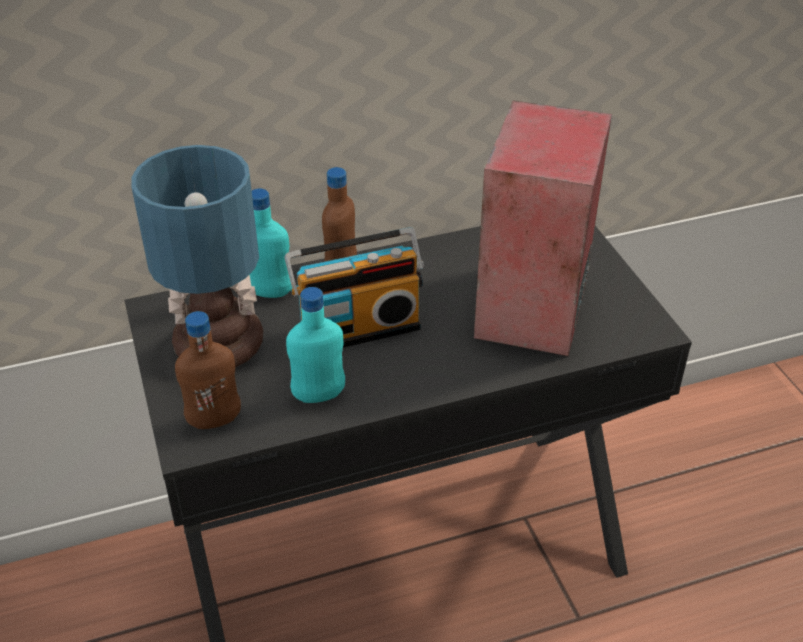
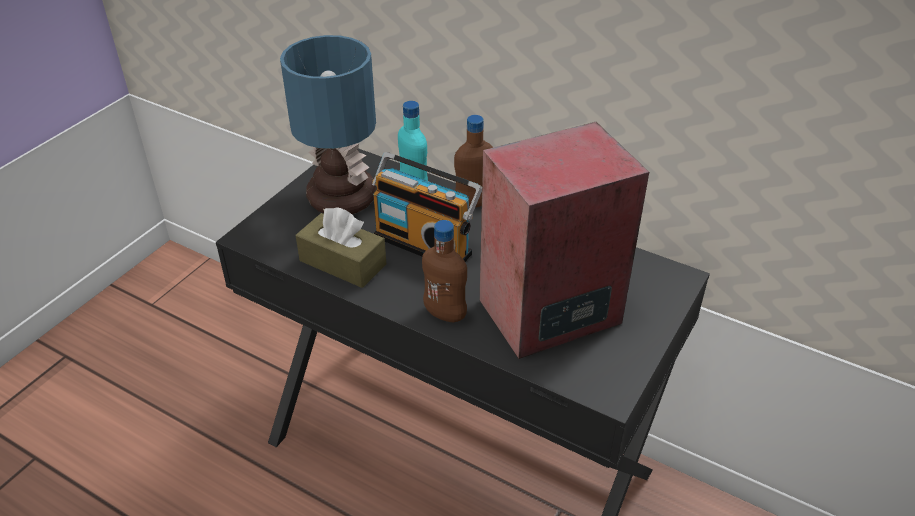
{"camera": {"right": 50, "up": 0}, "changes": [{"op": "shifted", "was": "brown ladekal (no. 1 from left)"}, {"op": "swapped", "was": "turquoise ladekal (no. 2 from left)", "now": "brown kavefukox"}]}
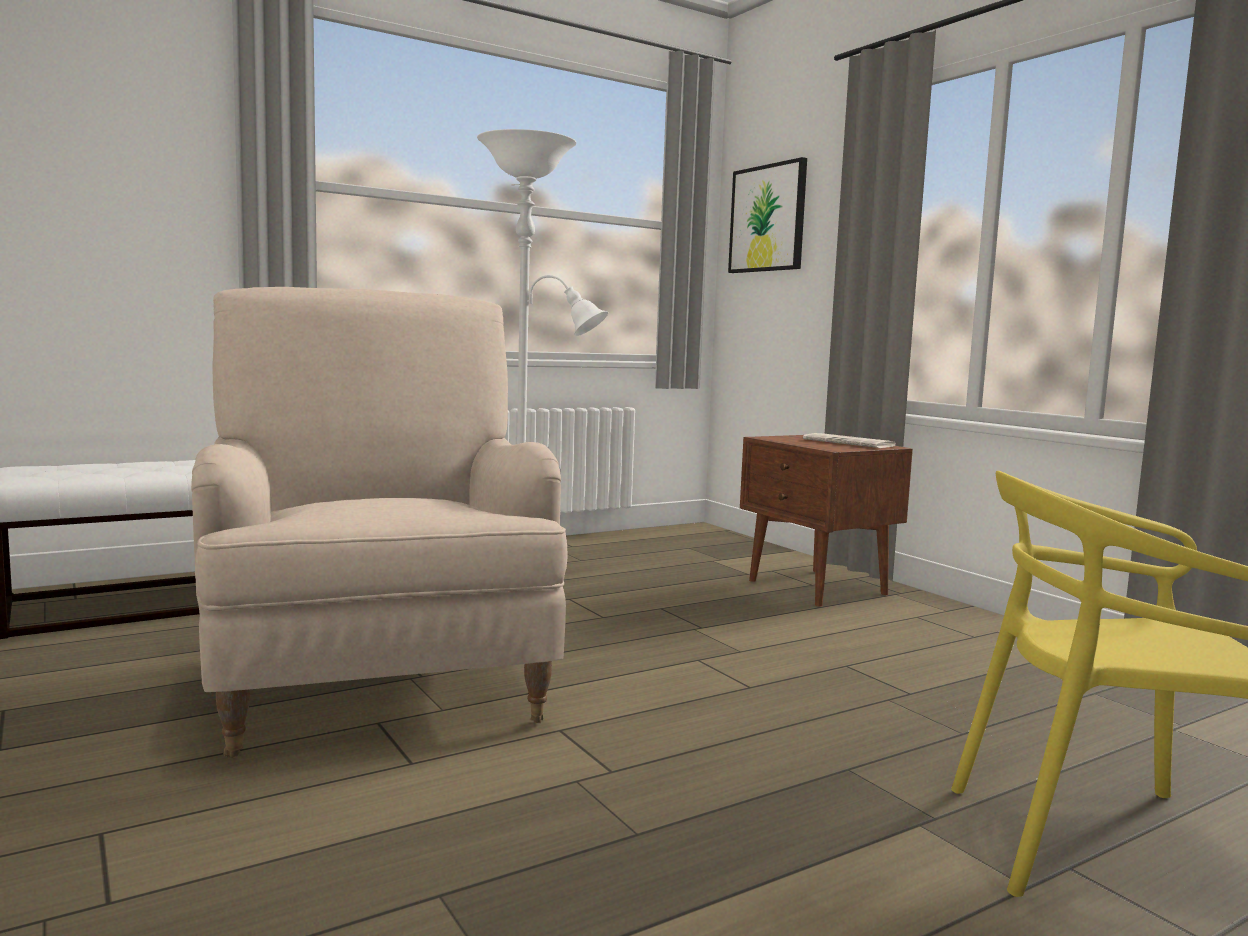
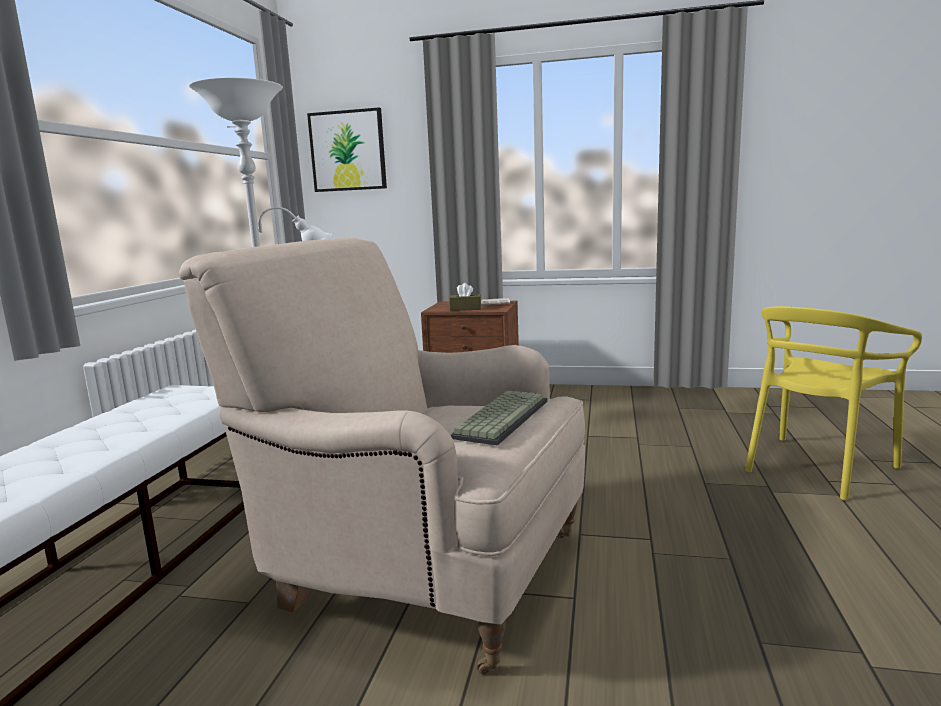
{"camera": {"right": -45, "up": 5}, "changes": [{"op": "new", "now": "brown kavefukox"}, {"op": "new", "now": "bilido"}]}
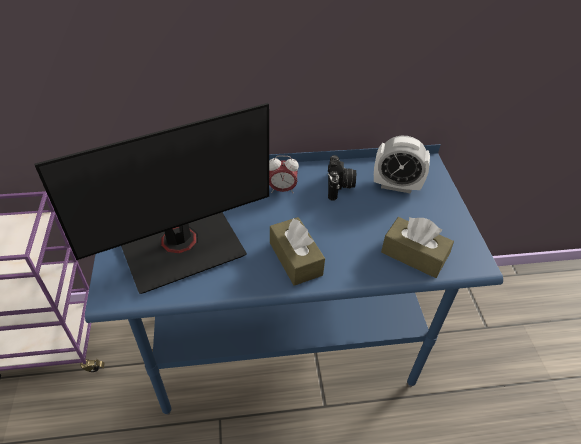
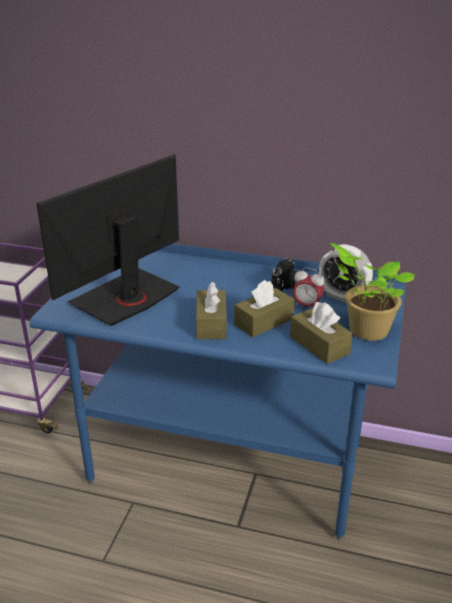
{"camera": {"right": 25, "up": -15}, "changes": [{"op": "new", "now": "brown kavefukox (no. 2 from left)"}, {"op": "new", "now": "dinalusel"}, {"op": "shifted", "was": "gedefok (no. 1 from left)"}, {"op": "rotated", "was": "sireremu", "clockwise": 135}]}
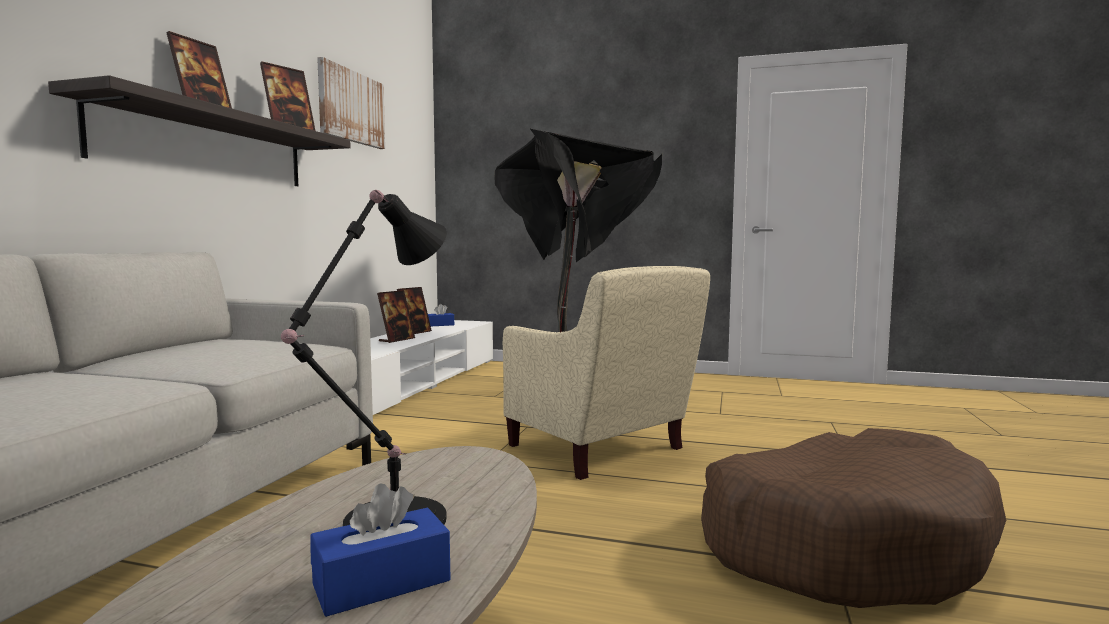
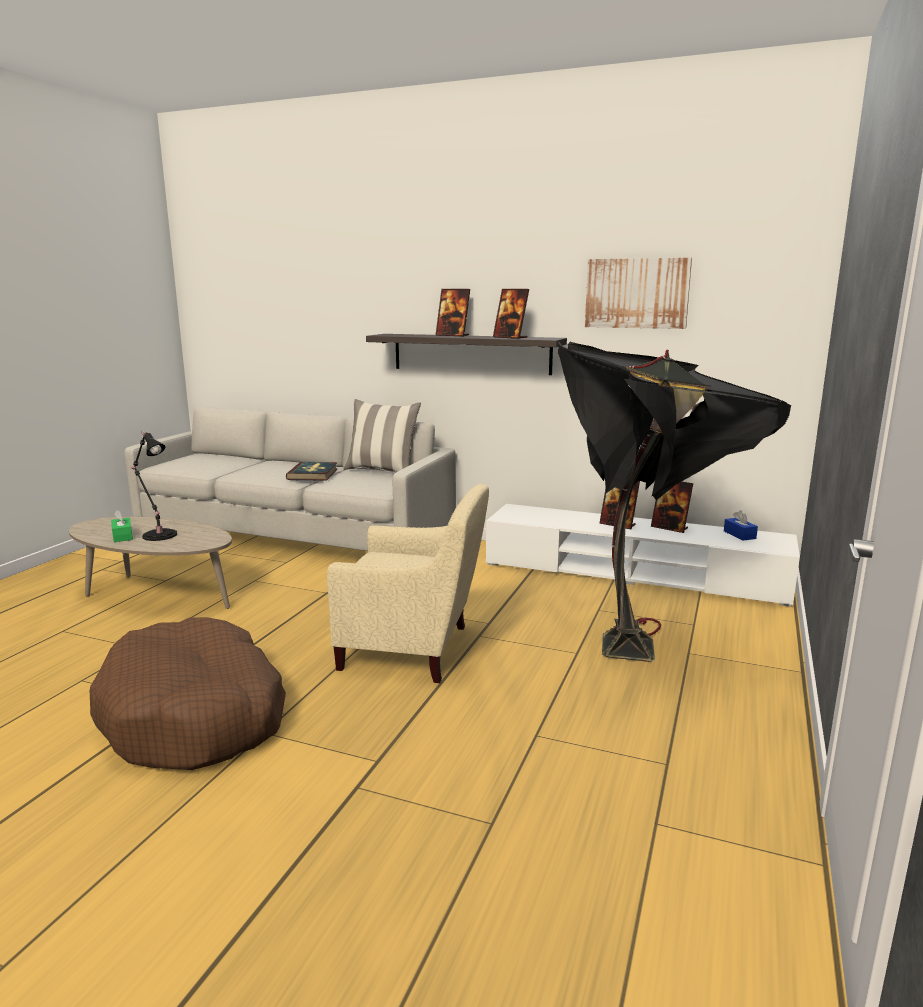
{"camera": {"right": 95, "up": 10}, "changes": [{"op": "new", "now": "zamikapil"}, {"op": "new", "now": "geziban"}, {"op": "repainted", "was": "blue kavefukox (no. 1 from left)", "now": "green kavefukox"}, {"op": "rotated", "was": "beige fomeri", "clockwise": -135}]}
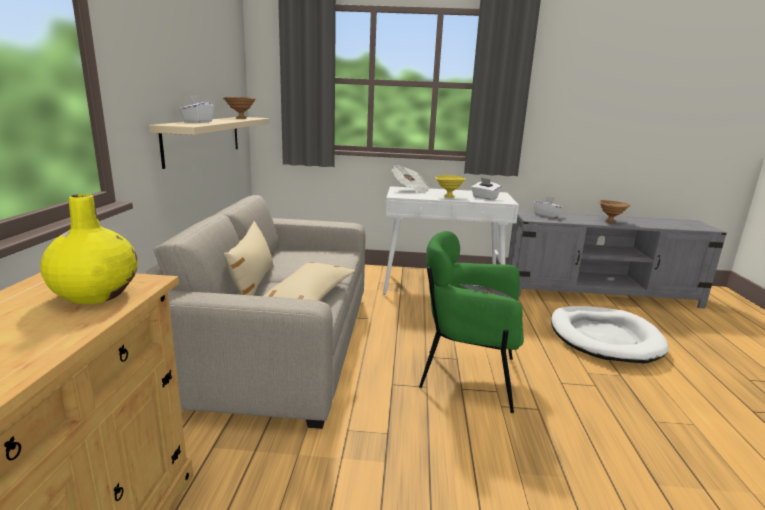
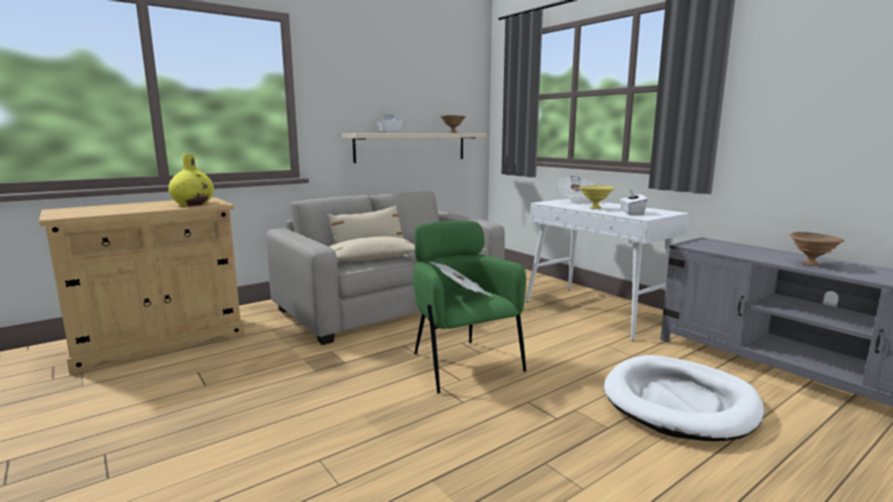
{"camera": {"right": 50, "up": -5}, "changes": [{"op": "gone", "was": "white kavefukox (no. 3 from left)"}]}
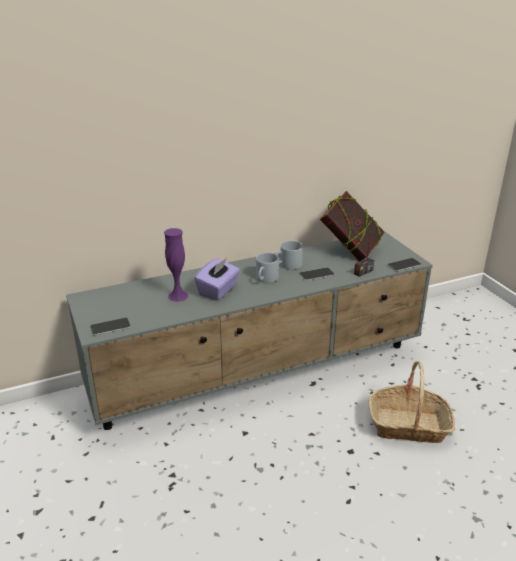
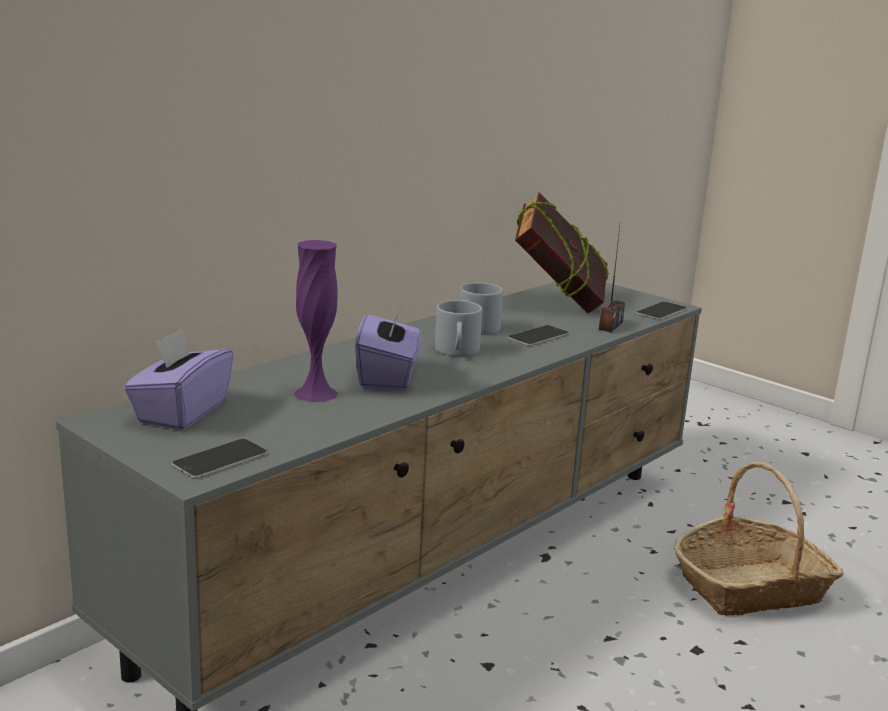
{"camera": {"right": -25, "up": -10}, "changes": [{"op": "new", "now": "purple kavefukox (no. 1 from left)"}]}
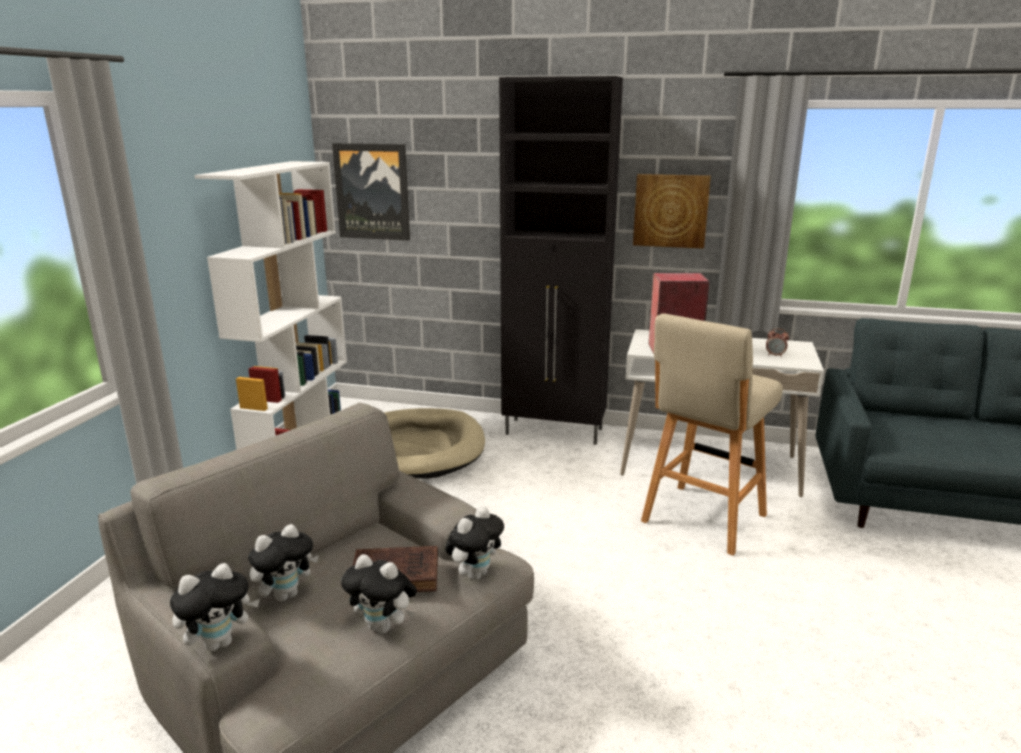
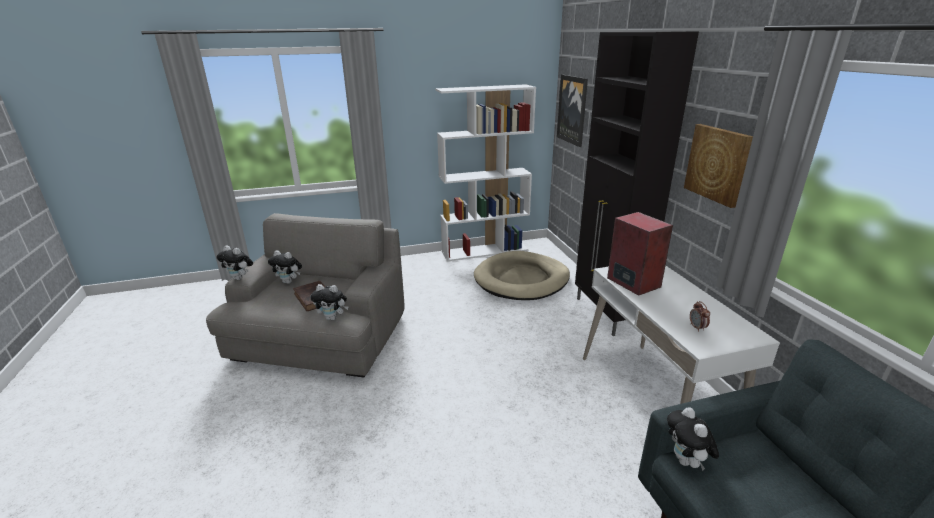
{"camera": {"right": 60, "up": 5}, "changes": [{"op": "gone", "was": "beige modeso"}, {"op": "shifted", "was": "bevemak (no. 3 from left in the first image)", "now": "bevemak (no. 4 from left)"}]}
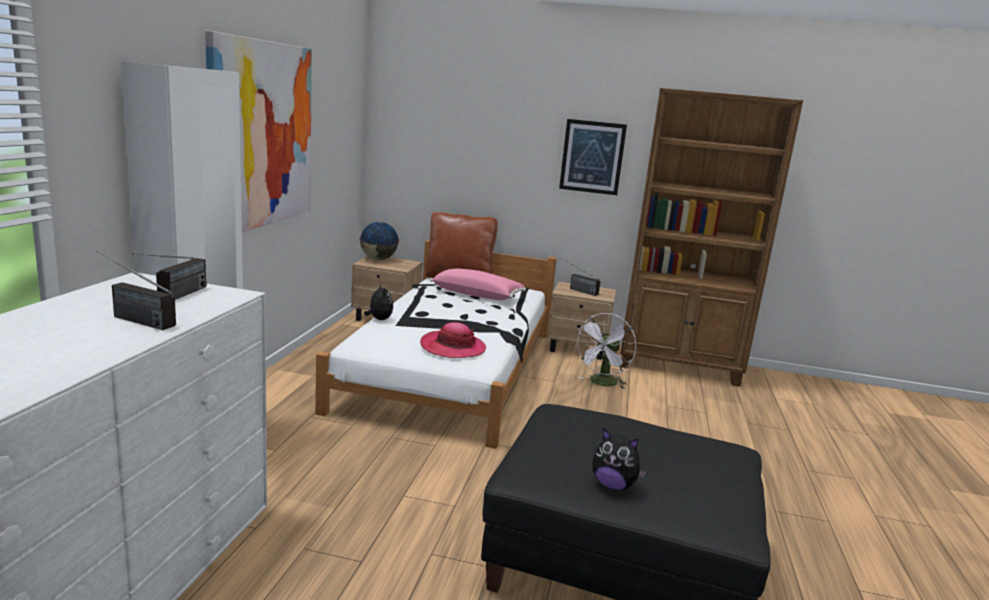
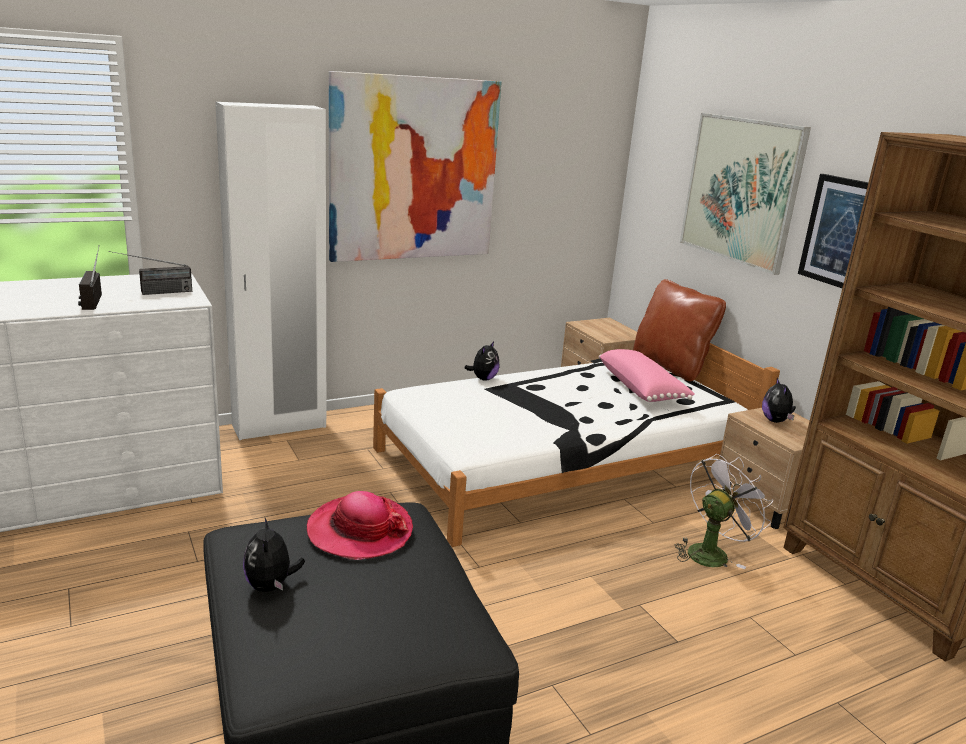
{"camera": {"right": 50, "up": 5}, "changes": [{"op": "gone", "was": "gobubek"}, {"op": "new", "now": "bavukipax (no. 2 from left)"}, {"op": "shifted", "was": "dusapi"}, {"op": "swapped", "was": "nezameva (no. 3 from left)", "now": "bevemak (no. 3 from left)"}, {"op": "rotated", "was": "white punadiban", "clockwise": 150}]}
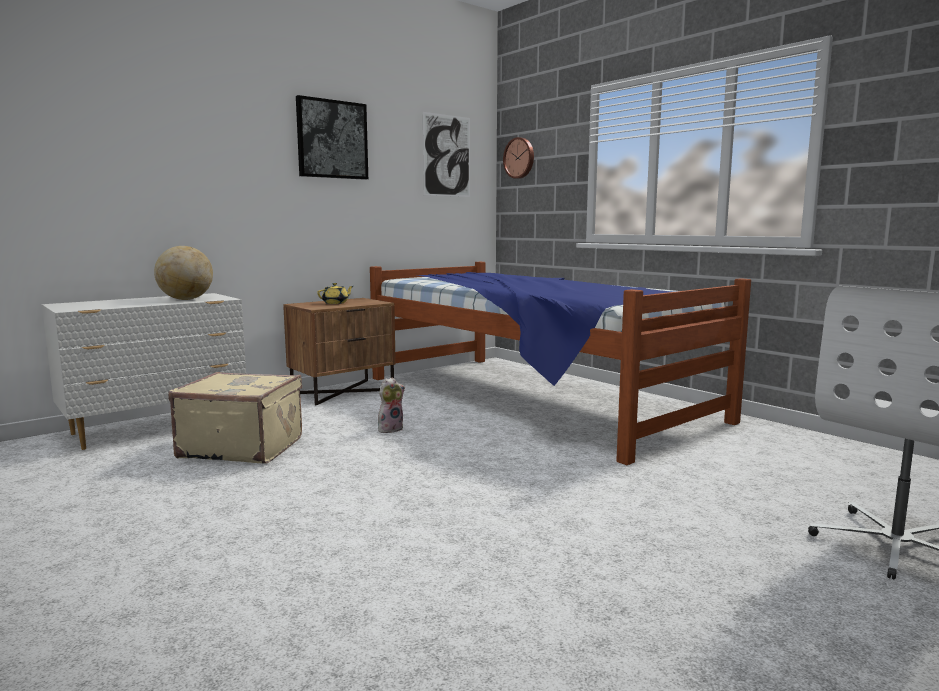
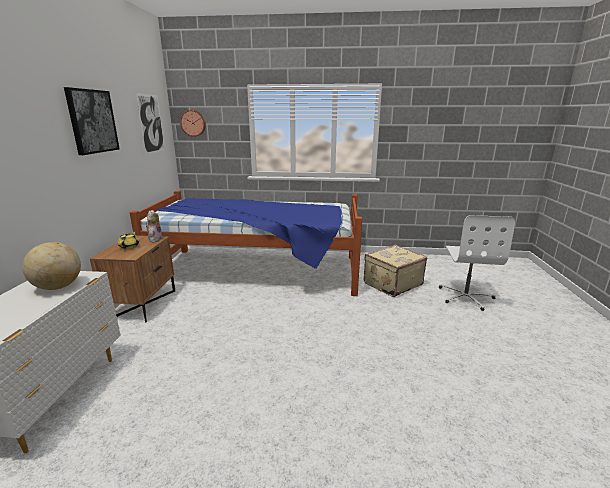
{"camera": {"right": -45, "up": 10}, "changes": [{"op": "shifted", "was": "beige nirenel"}, {"op": "shifted", "was": "bevemak"}]}
